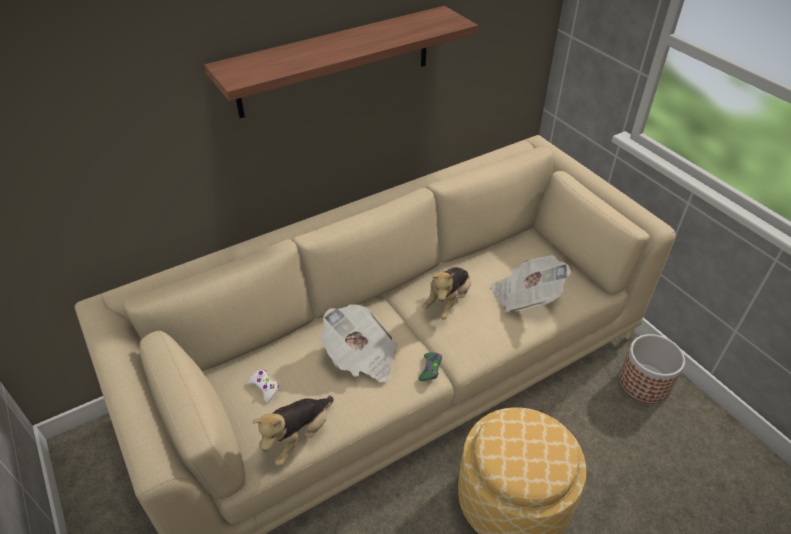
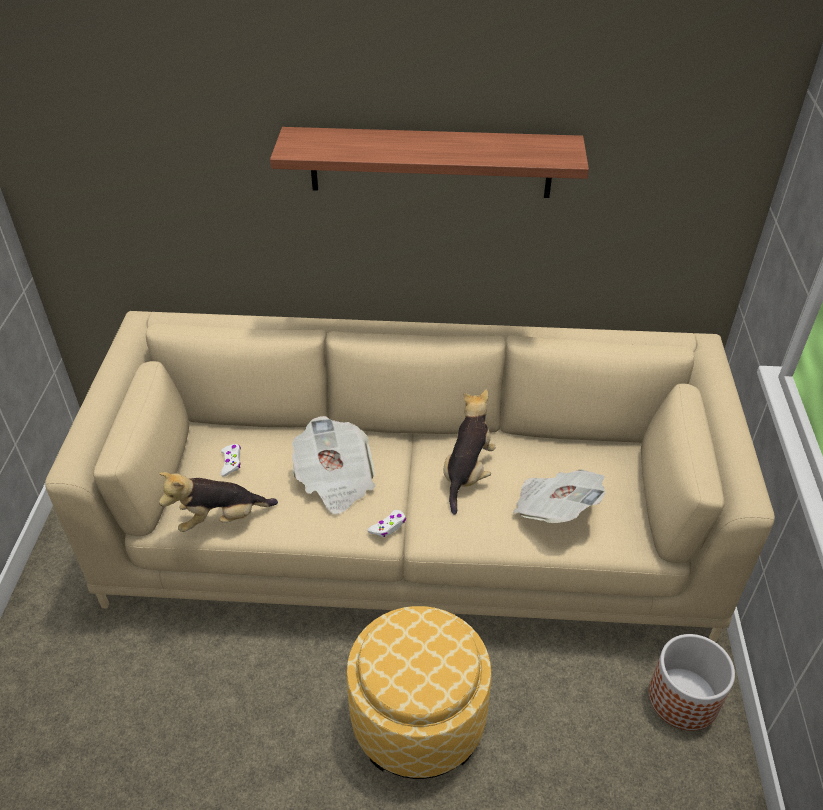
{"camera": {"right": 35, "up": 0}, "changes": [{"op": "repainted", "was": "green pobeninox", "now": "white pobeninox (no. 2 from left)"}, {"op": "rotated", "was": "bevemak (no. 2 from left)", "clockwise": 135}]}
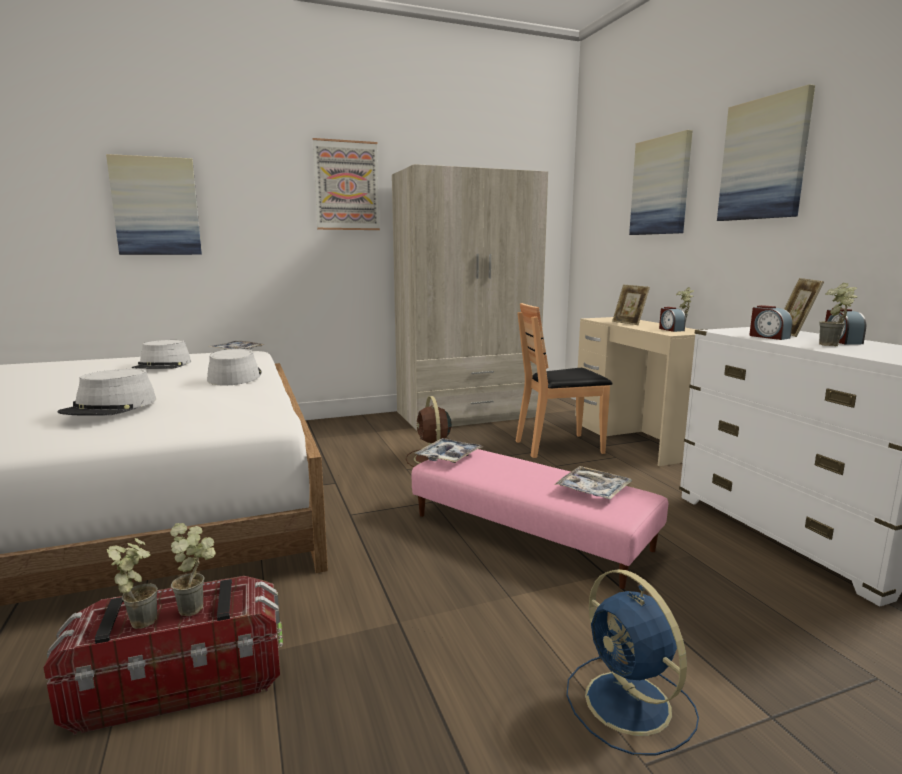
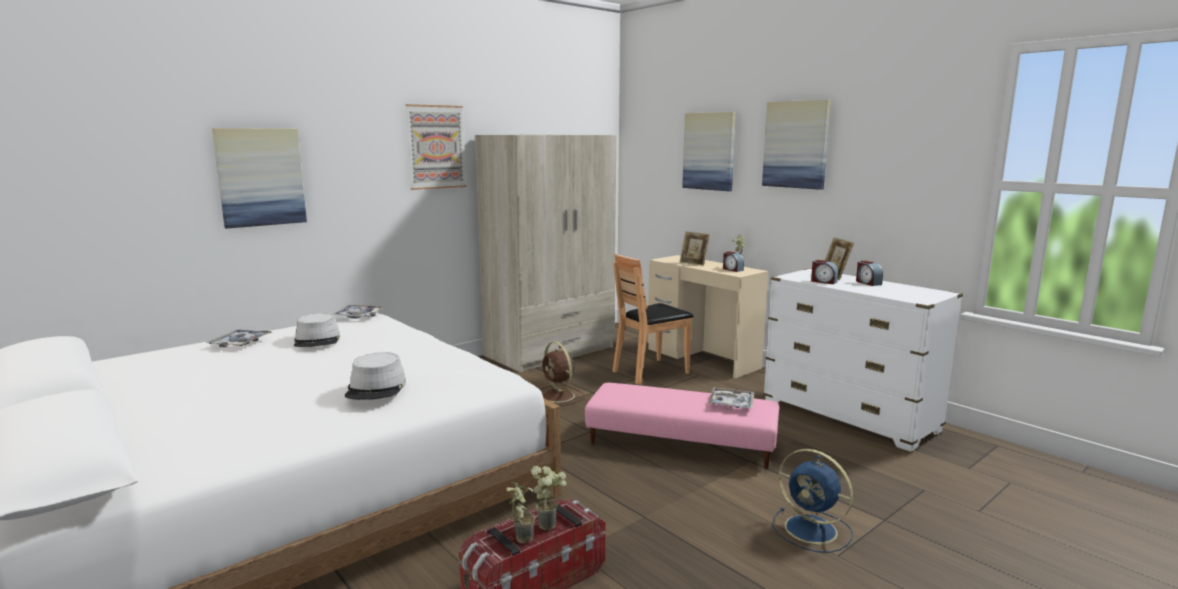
{"camera": {"right": -20, "up": 0}, "changes": [{"op": "gone", "was": "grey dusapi (no. 3 from left)"}, {"op": "gone", "was": "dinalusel (no. 4 from left)"}, {"op": "shifted", "was": "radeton (no. 2 from left in the first image)", "now": "radeton (no. 1 from left)"}]}
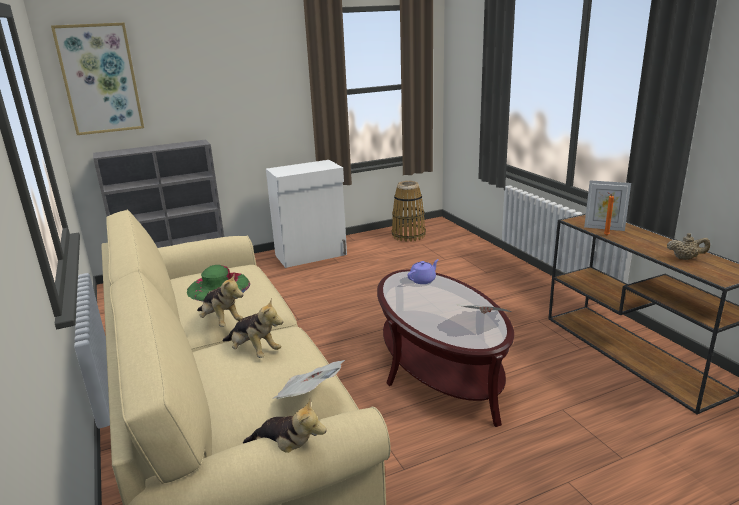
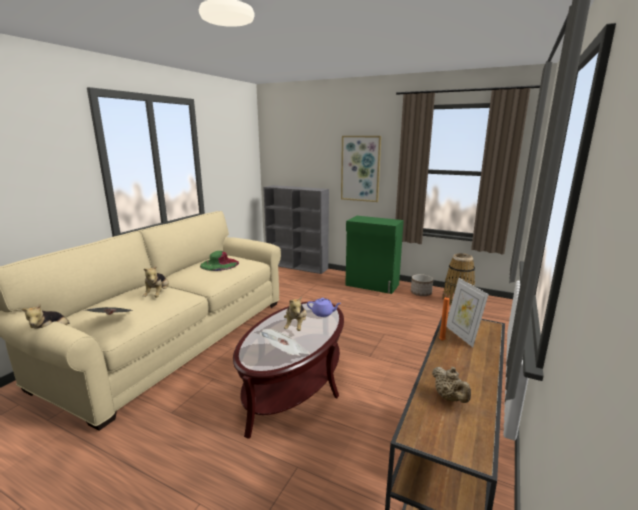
{"camera": {"right": 50, "up": -5}, "changes": [{"op": "new", "now": "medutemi"}, {"op": "shifted", "was": "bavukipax"}, {"op": "shifted", "was": "bevemak (no. 1 from left in the first image)", "now": "bevemak (no. 3 from left)"}, {"op": "repainted", "was": "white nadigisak", "now": "green nadigisak"}]}
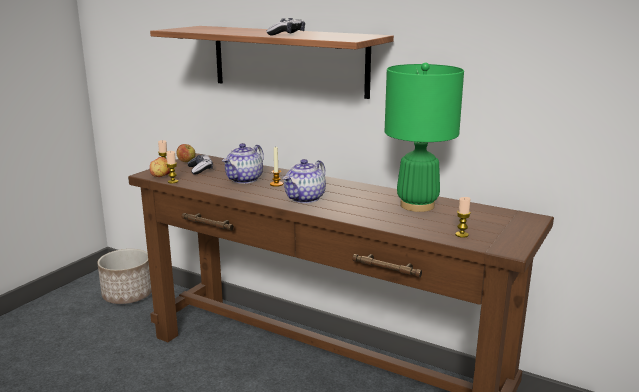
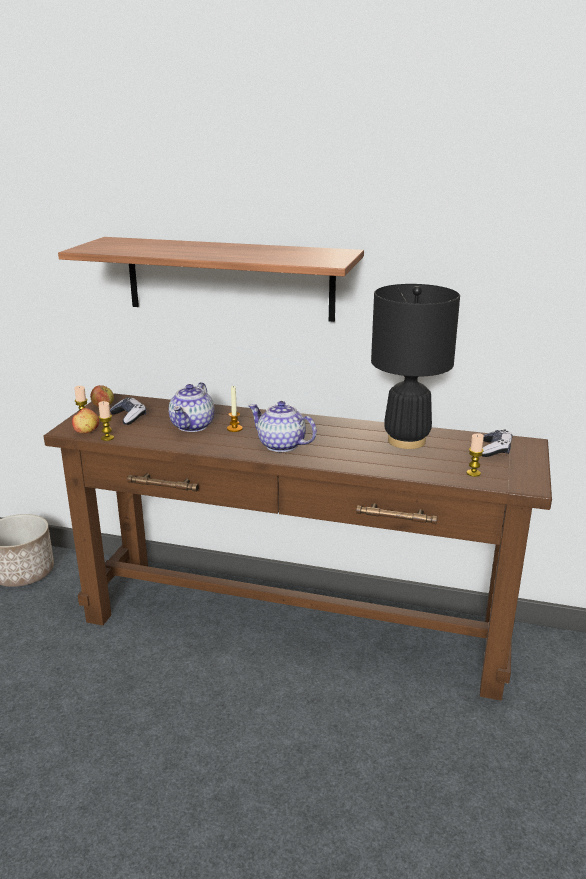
{"camera": {"right": -15, "up": 5}, "changes": [{"op": "shifted", "was": "pobeninox (no. 2 from left)"}, {"op": "repainted", "was": "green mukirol", "now": "black mukirol"}, {"op": "rotated", "was": "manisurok (no. 2 from left)", "clockwise": 105}]}
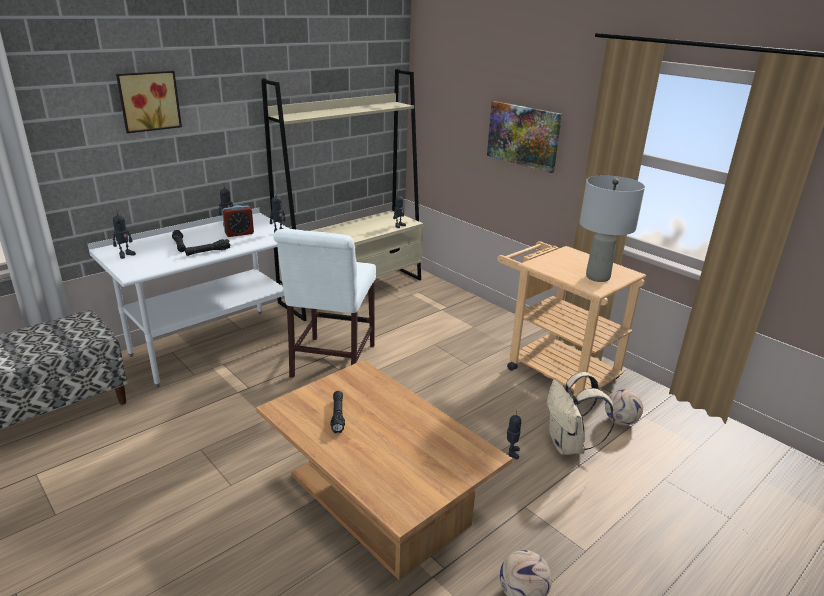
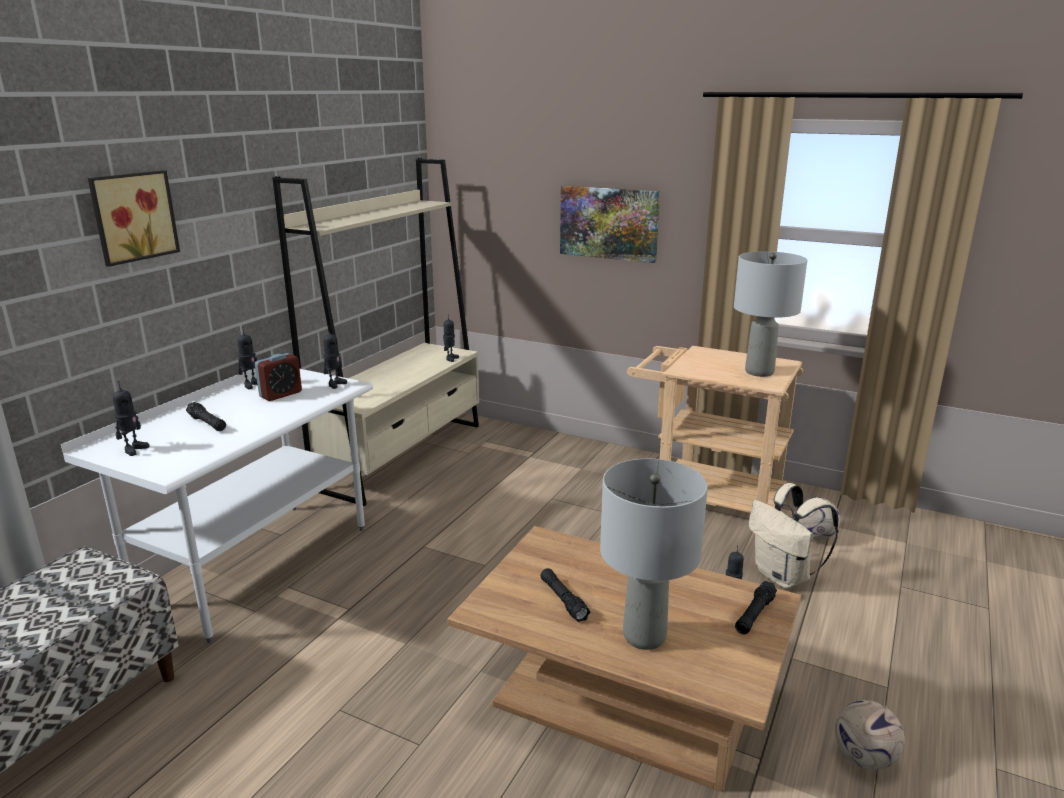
{"camera": {"right": -20, "up": -5}, "changes": [{"op": "gone", "was": "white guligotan"}, {"op": "new", "now": "grey mukirol (no. 1 from left)"}, {"op": "shifted", "was": "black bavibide (no. 2 from left in the first image)", "now": "black bavibide (no. 3 from left)"}]}
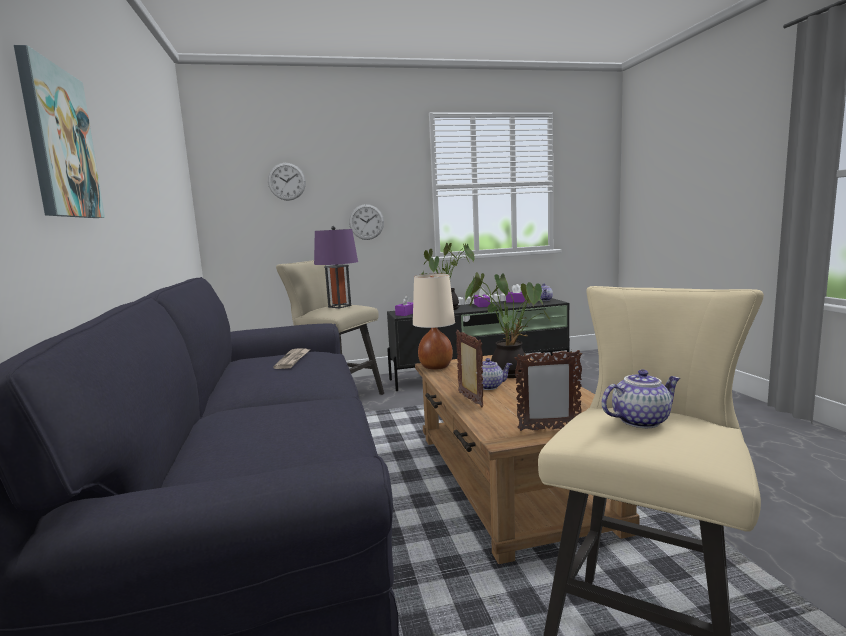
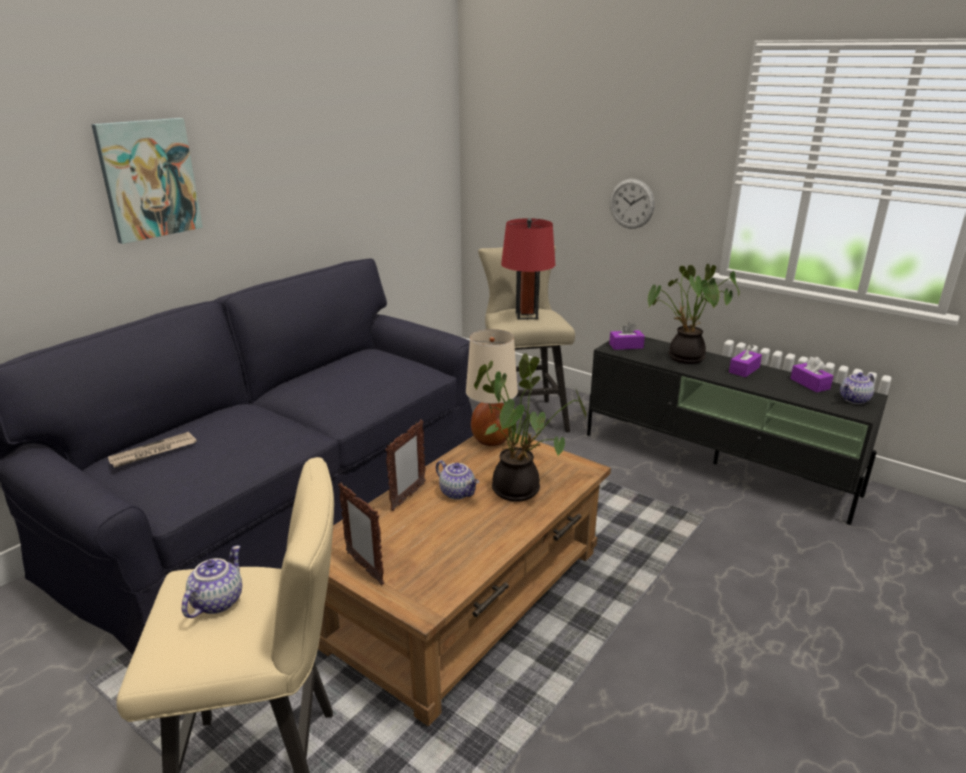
{"camera": {"right": 50, "up": 15}, "changes": [{"op": "gone", "was": "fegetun (no. 1 from left)"}, {"op": "shifted", "was": "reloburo"}, {"op": "repainted", "was": "purple mukirol", "now": "red mukirol"}, {"op": "rotated", "was": "manisurok (no. 3 from left in the first image)", "clockwise": -105}]}
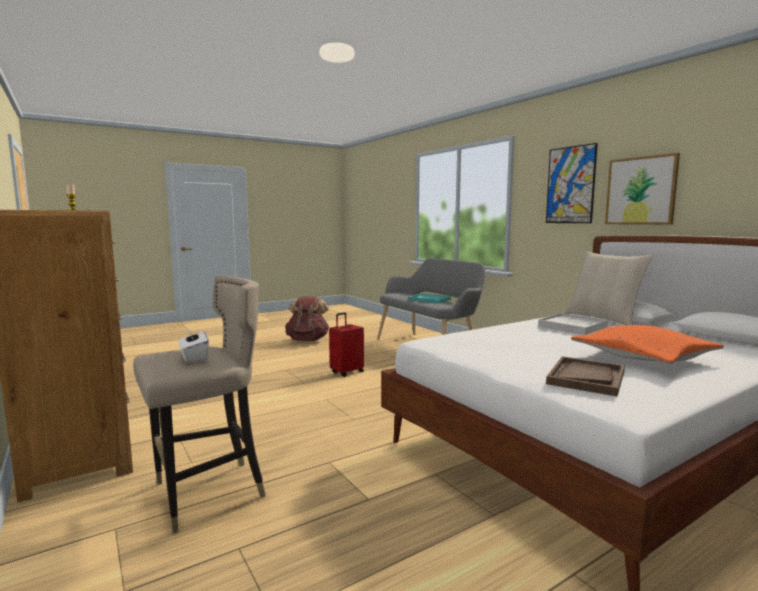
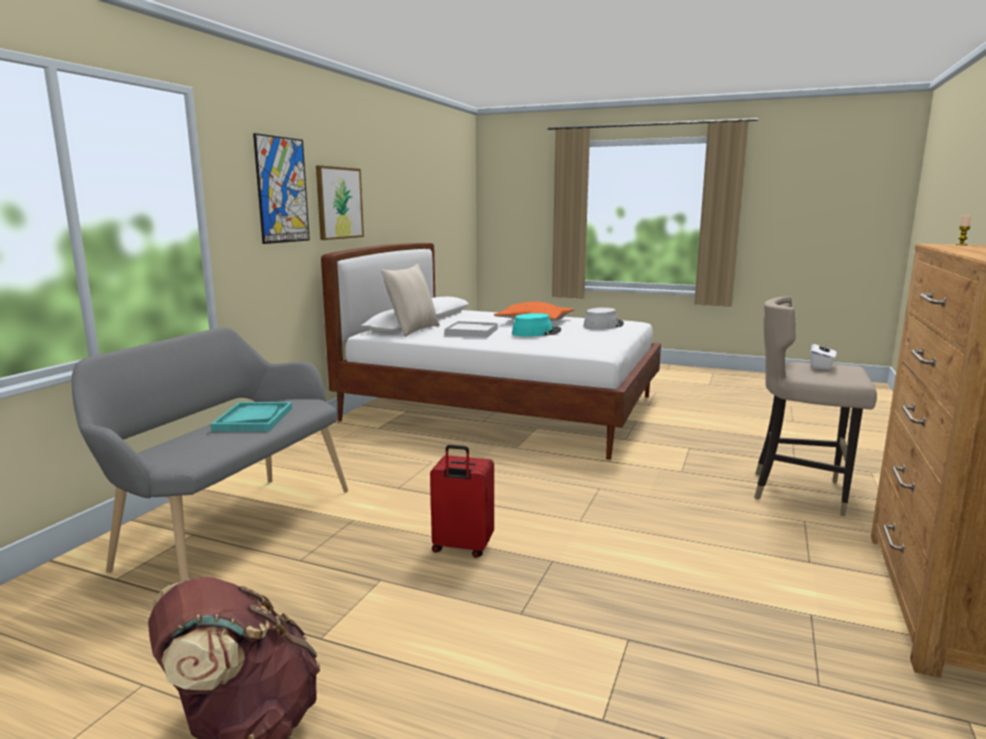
{"camera": {"right": -125, "up": 5}, "changes": [{"op": "new", "now": "turquoise dusapi"}, {"op": "swapped", "was": "brown radeton", "now": "grey dusapi"}]}
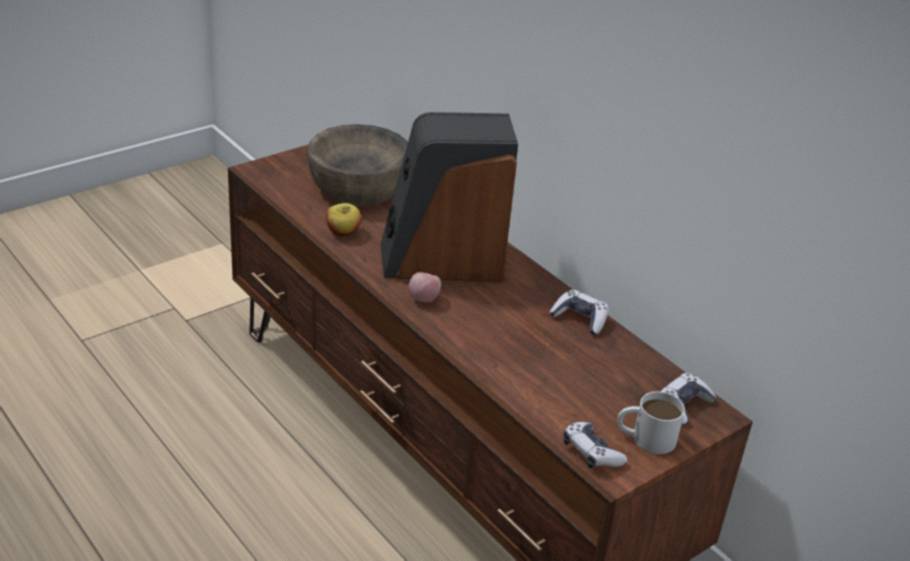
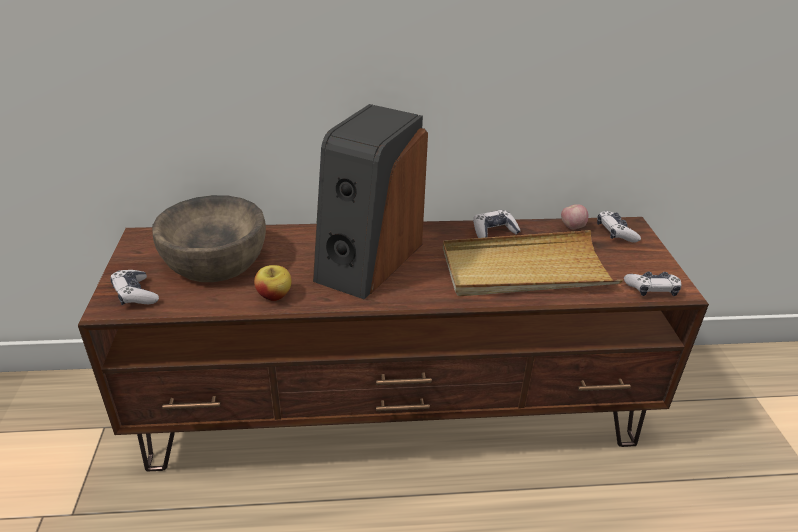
{"camera": {"right": -55, "up": 0}, "changes": [{"op": "gone", "was": "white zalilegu"}, {"op": "new", "now": "pobeninox (no. 1 from left)"}, {"op": "new", "now": "beige radeton"}, {"op": "shifted", "was": "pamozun (no. 2 from left)"}]}
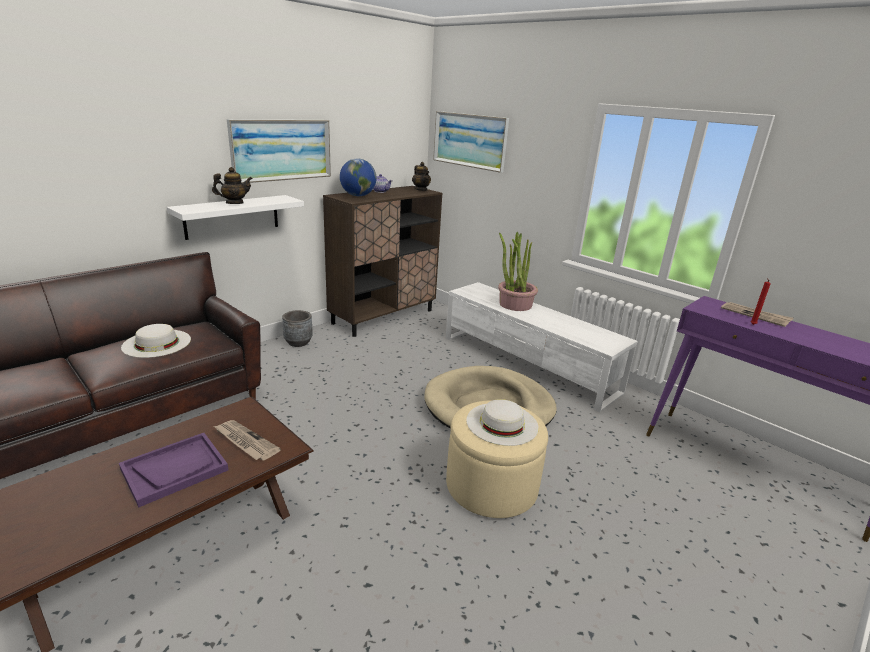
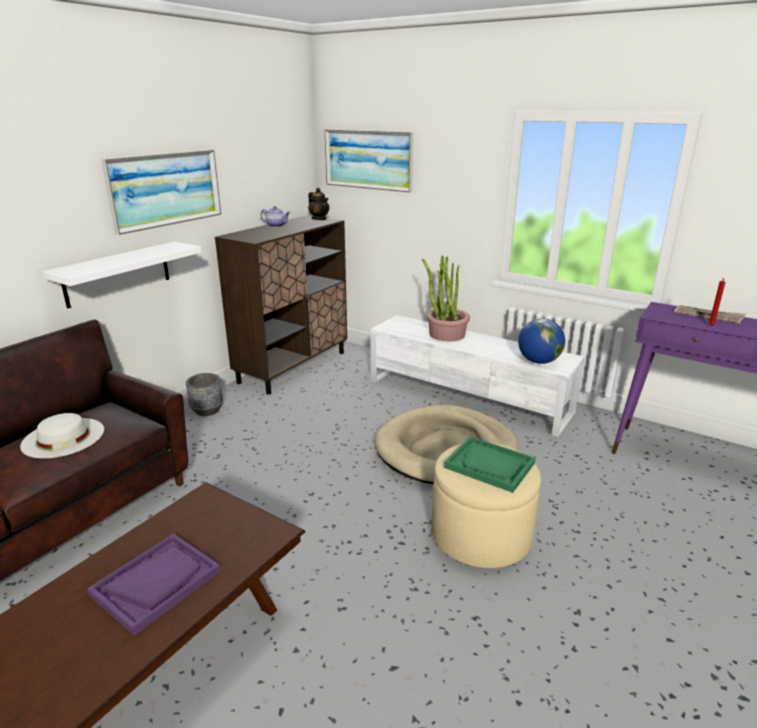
{"camera": {"right": -10, "up": 0}, "changes": [{"op": "gone", "was": "manisurok (no. 1 from left)"}, {"op": "gone", "was": "reloburo (no. 1 from left)"}, {"op": "shifted", "was": "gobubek"}, {"op": "swapped", "was": "white dusapi (no. 2 from left)", "now": "green radeton"}]}
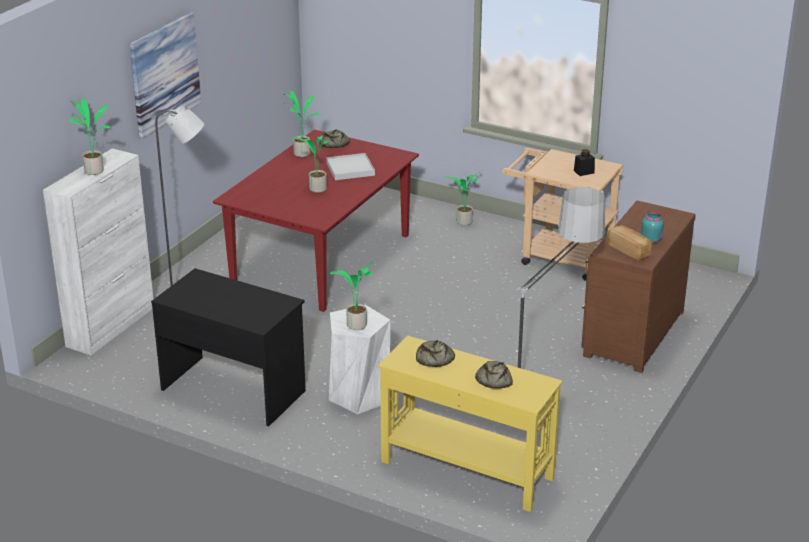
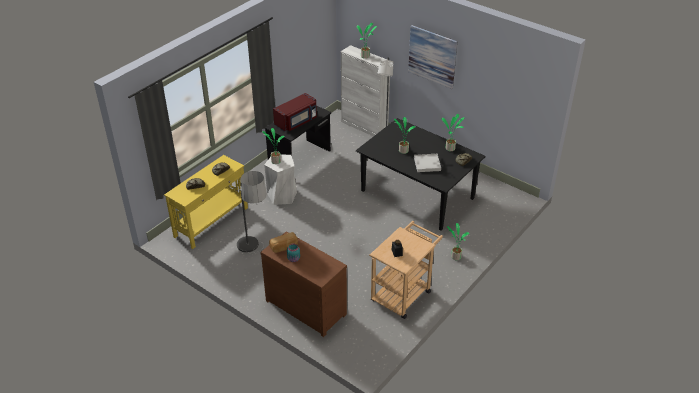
{"camera": {"right": 100, "up": 10}, "changes": [{"op": "new", "now": "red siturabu"}, {"op": "repainted", "was": "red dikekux", "now": "black dikekux"}]}
